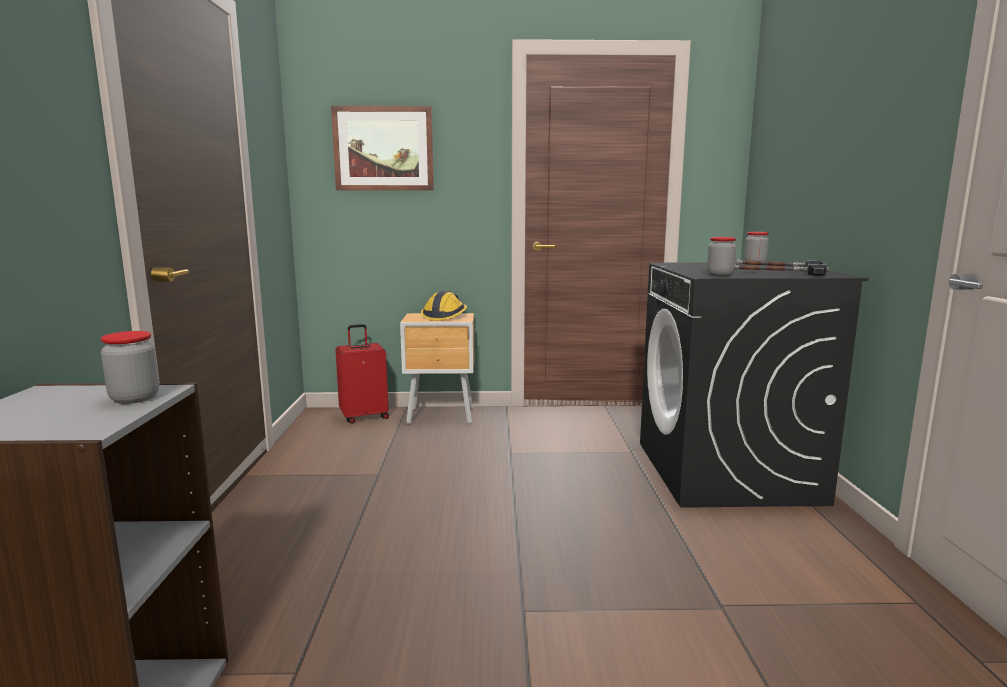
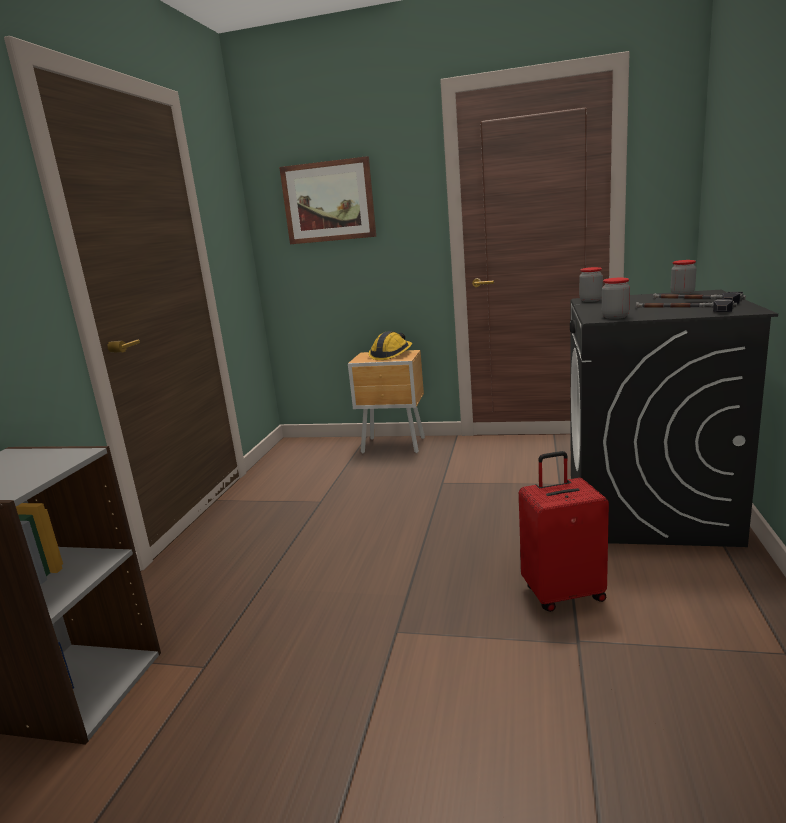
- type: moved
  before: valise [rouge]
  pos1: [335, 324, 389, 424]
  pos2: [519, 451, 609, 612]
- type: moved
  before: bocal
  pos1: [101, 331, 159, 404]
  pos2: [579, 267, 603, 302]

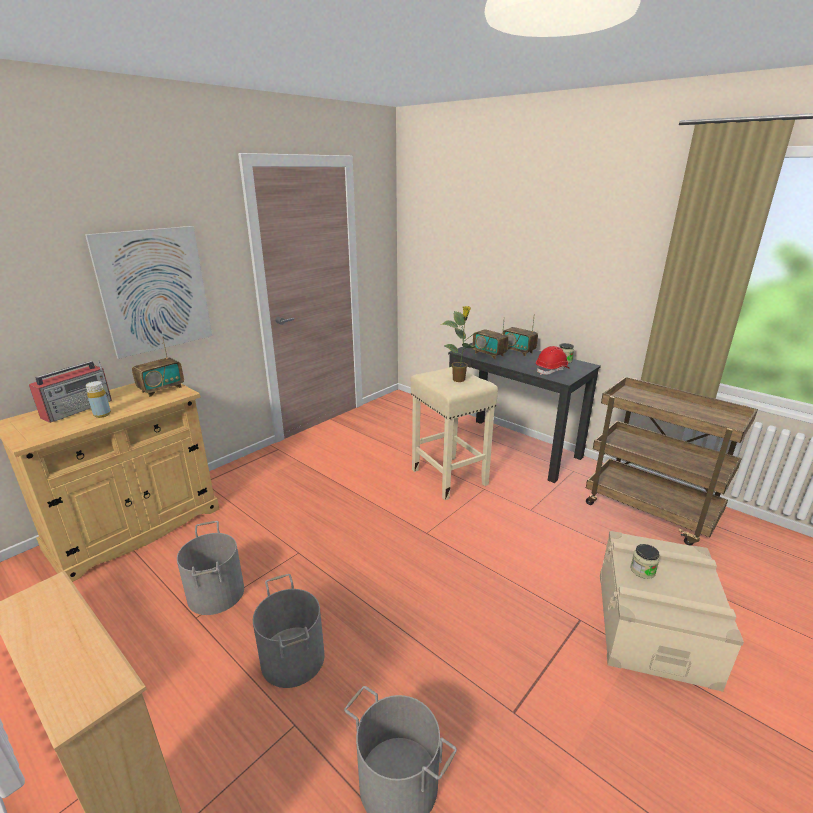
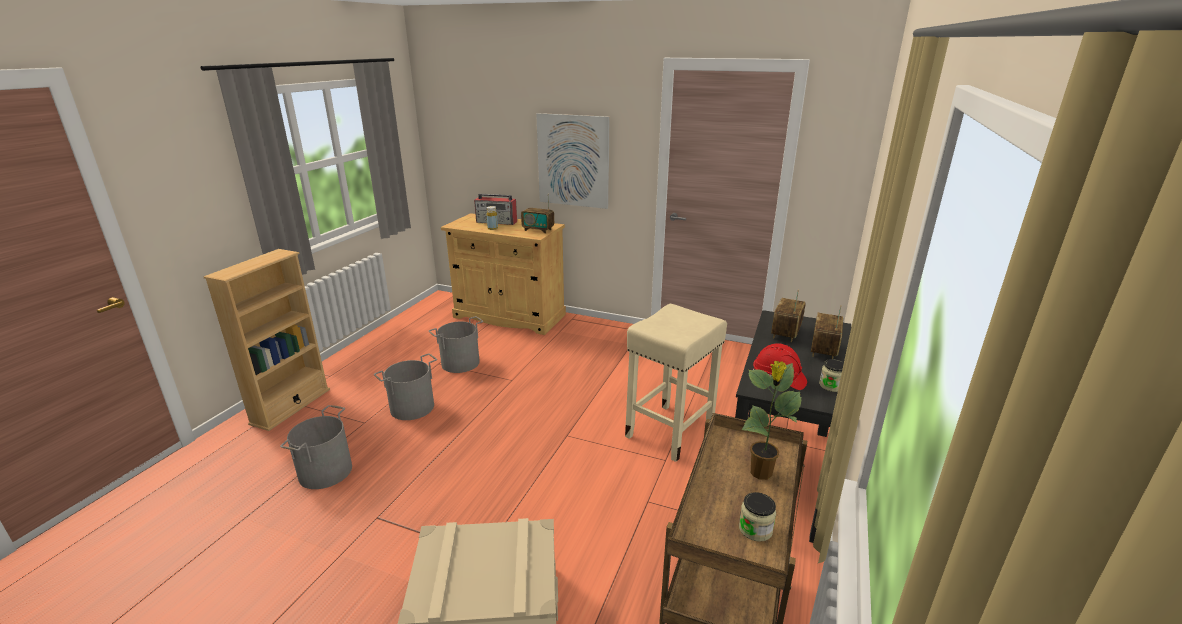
- type: moved
  before: bocal
  pos1: [630, 544, 660, 579]
  pos2: [739, 492, 776, 542]
- type: moved
  before: plante en pot
  pos1: [442, 306, 480, 382]
  pos2: [741, 361, 801, 480]

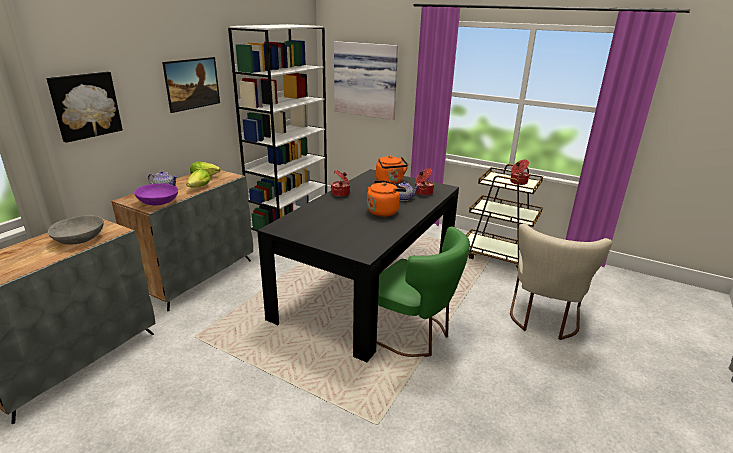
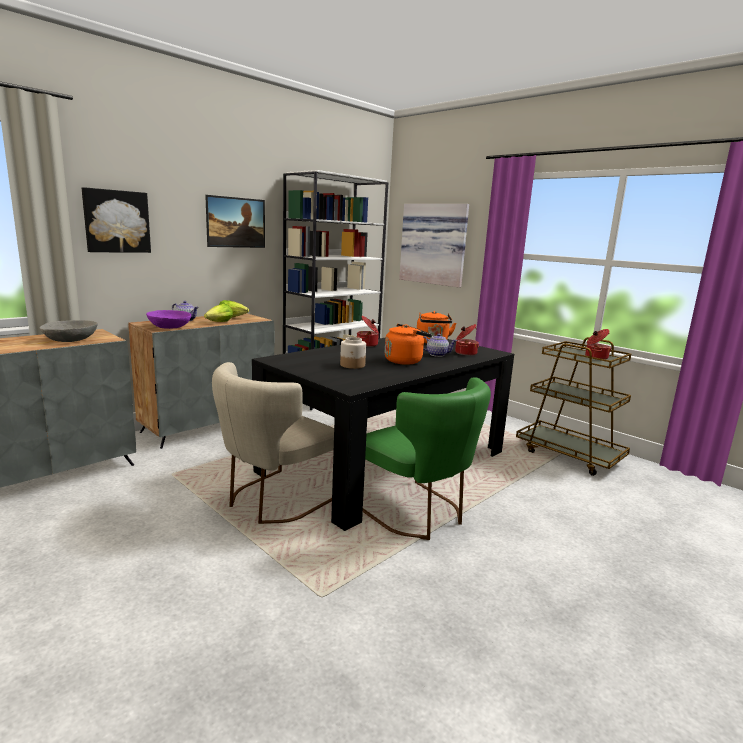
- type: moved
  before: chaise [beige]
  pos1: [510, 224, 612, 340]
  pos2: [212, 362, 334, 524]
- type: added
  after: bocal
  pos2: [340, 337, 366, 369]

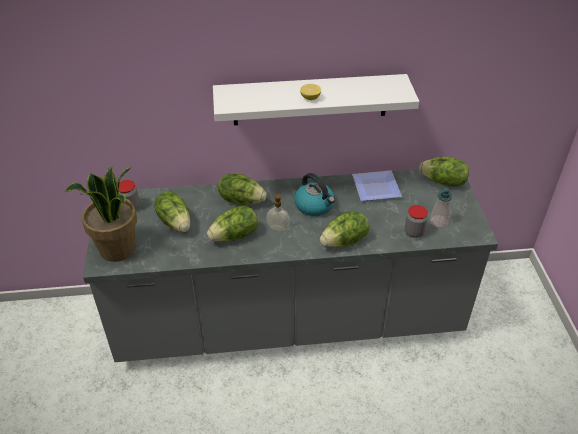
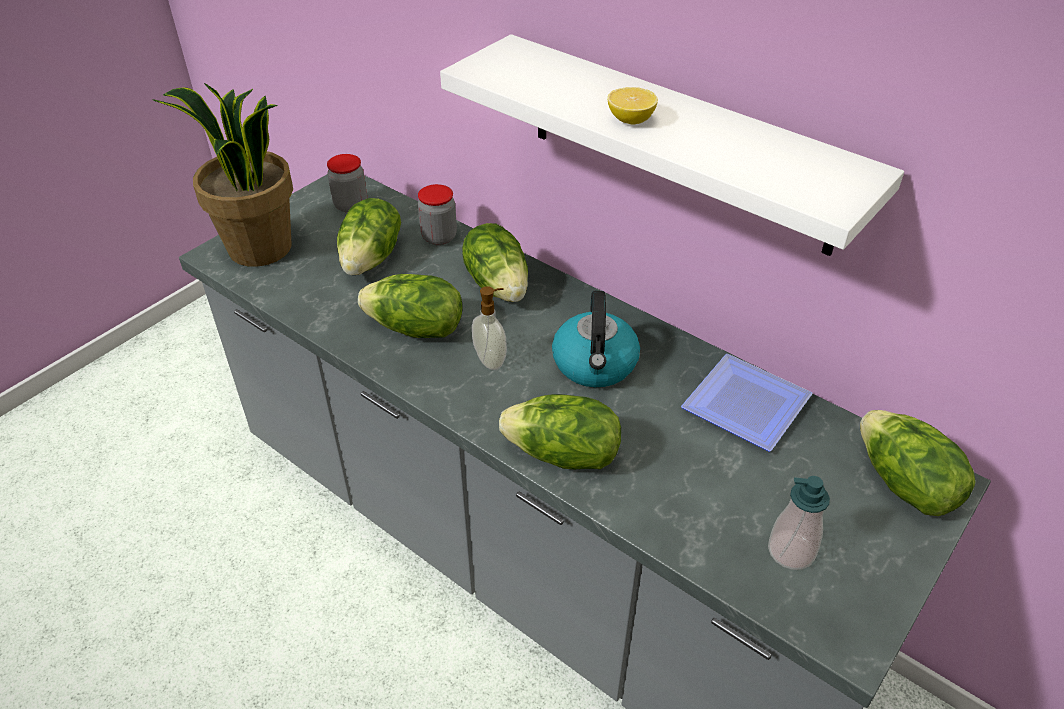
- type: moved
  before: bocal
  pos1: [405, 205, 428, 238]
  pos2: [418, 184, 457, 245]

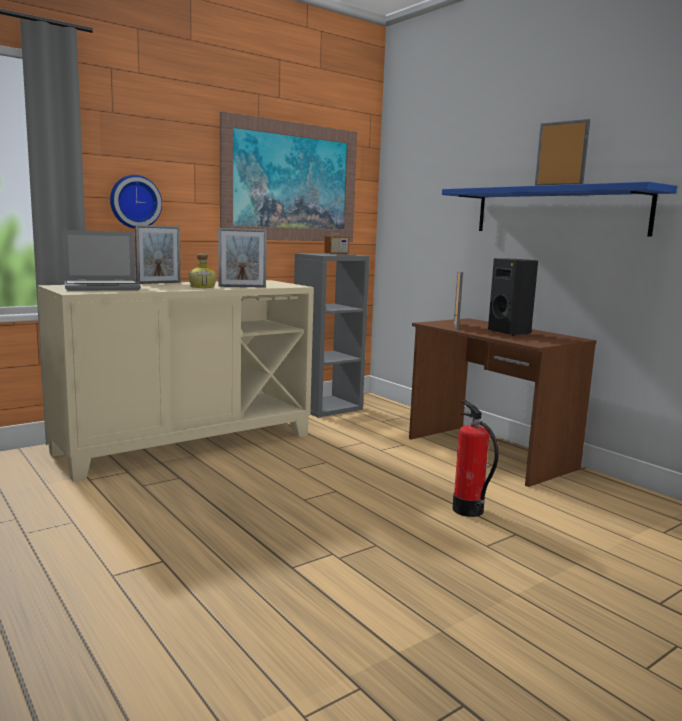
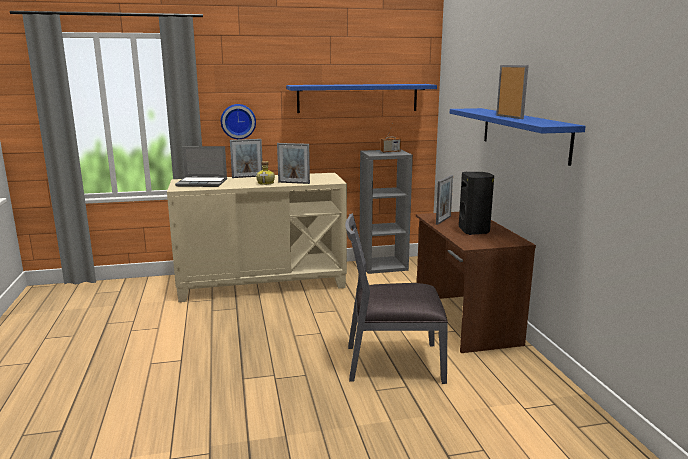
- type: replaced
  before: tableau
  after: étagère [bleu]
  pos1: [220, 111, 357, 242]
  pos2: [286, 84, 437, 113]
- type: replaced
  before: extincteur
  after: chaise [gris]
  pos1: [452, 400, 499, 517]
  pos2: [345, 213, 448, 384]

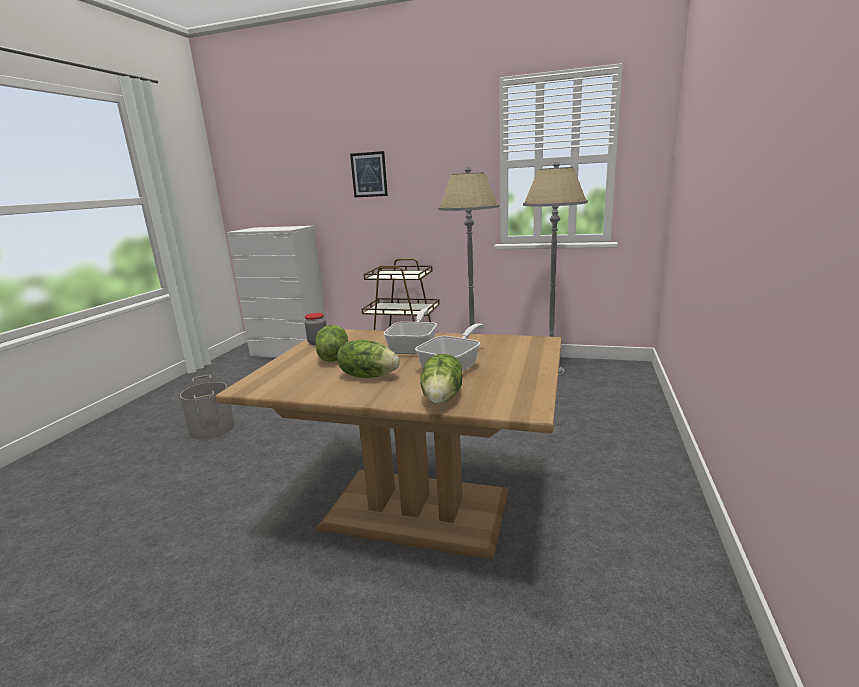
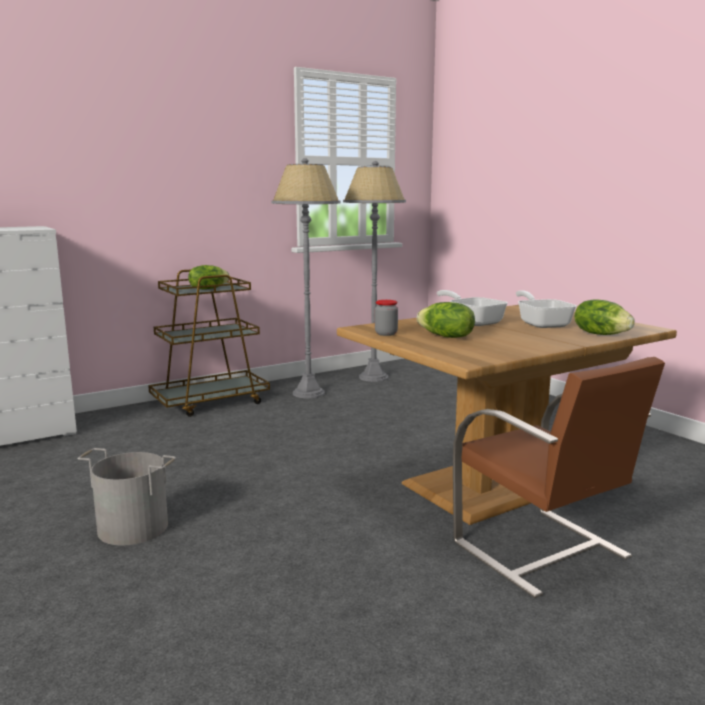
- type: moved
  before: laitue
  pos1: [337, 339, 400, 378]
  pos2: [188, 265, 230, 289]
- type: added
  after: chaise [marron]
  pos2: [453, 357, 665, 598]
- type: removed
  before: tableau
  pos1: [350, 151, 388, 198]

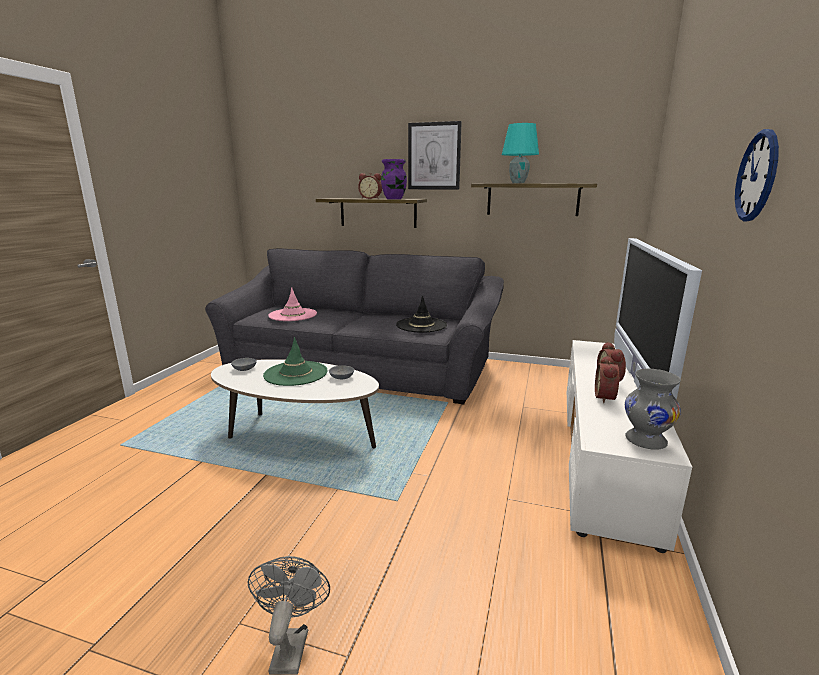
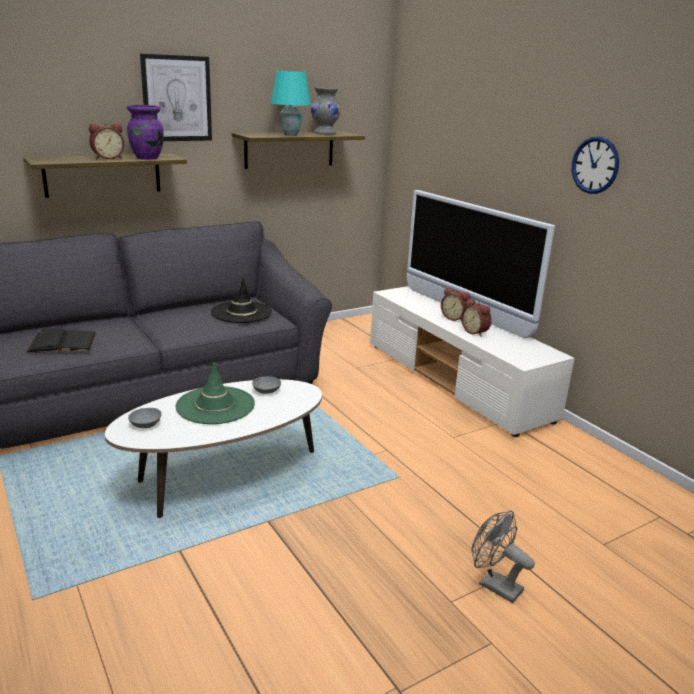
- type: replaced
  before: chapeau [rose]
  after: livre [noir]
  pos1: [268, 287, 317, 321]
  pos2: [26, 328, 96, 353]
- type: moved
  before: vase [gris]
  pos1: [625, 369, 681, 450]
  pos2: [311, 87, 341, 134]

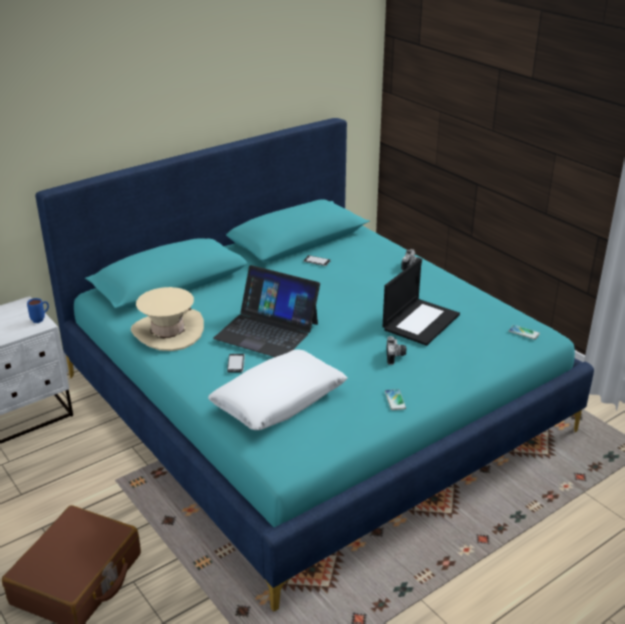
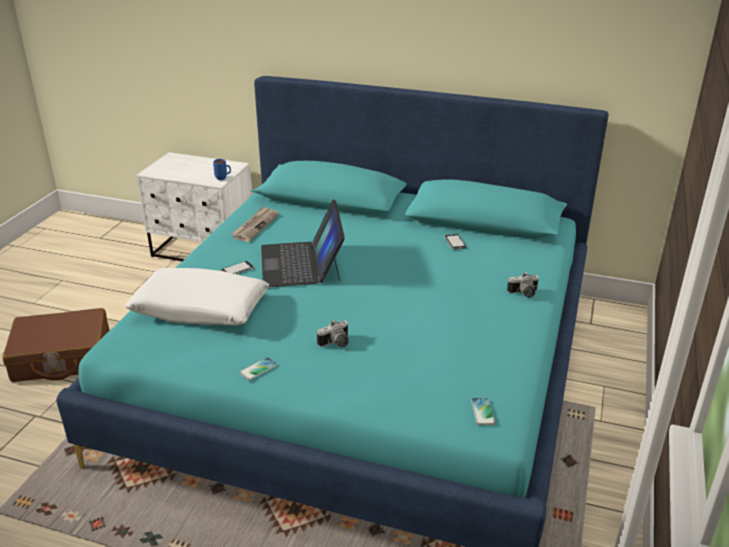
- type: replaced
  before: chapeau [beige]
  after: journal
  pos1: [131, 287, 204, 351]
  pos2: [231, 206, 279, 242]
- type: removed
  before: ordinateur portable
  pos1: [383, 258, 460, 346]

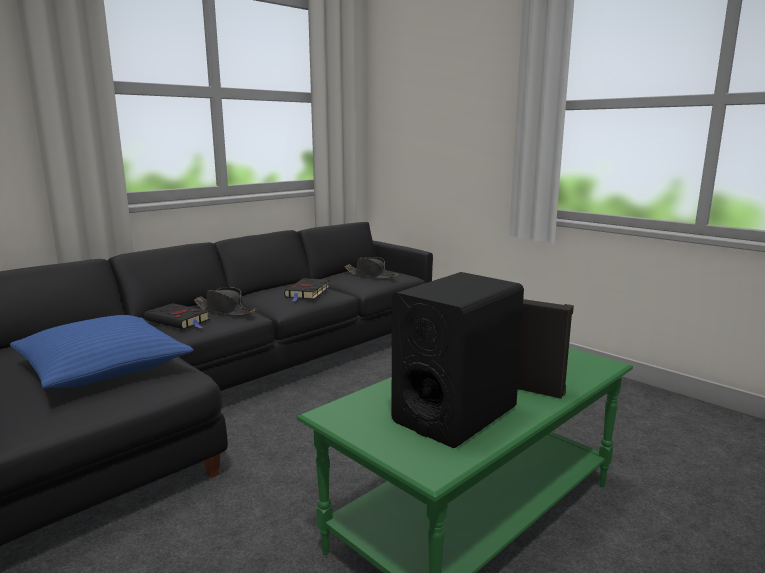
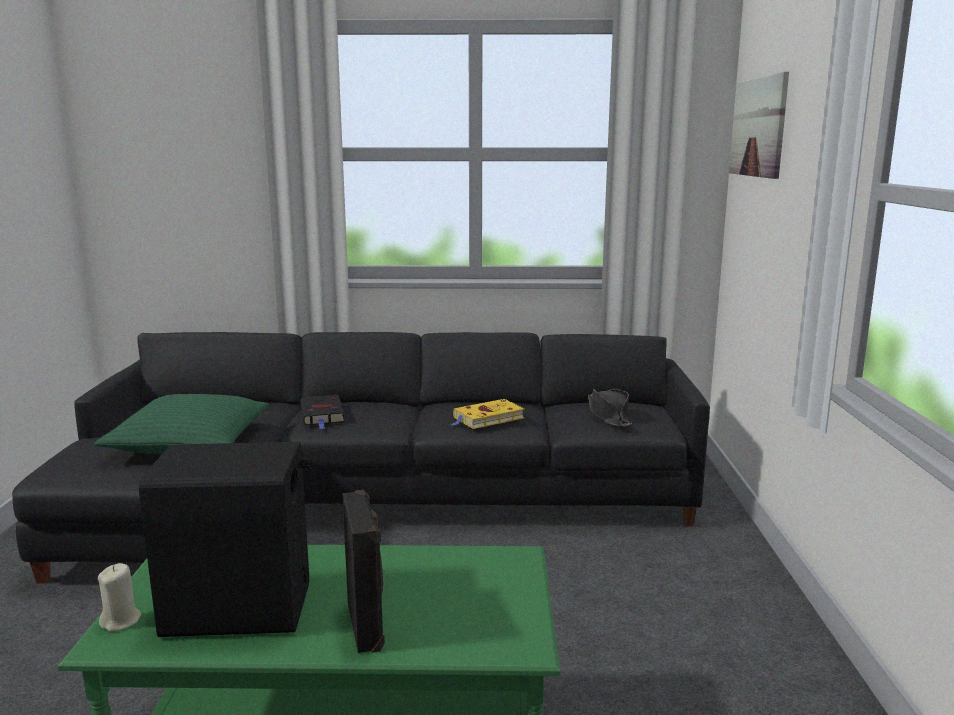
- type: recoloured
  before: coussin [bleu]
  after: coussin [vert]
  pos1: [10, 315, 194, 388]
  pos2: [94, 394, 269, 454]
- type: added
  after: bougie [beige]
  pos2: [98, 563, 141, 632]
- type: recoloured
  before: livre [noir]
  after: livre [jaune]
  pos1: [284, 278, 329, 301]
  pos2: [451, 399, 525, 429]
- type: added
  after: tableau
  pos2: [729, 71, 789, 179]
- type: removed
  before: chapeau [noir]
  pos1: [194, 287, 256, 315]

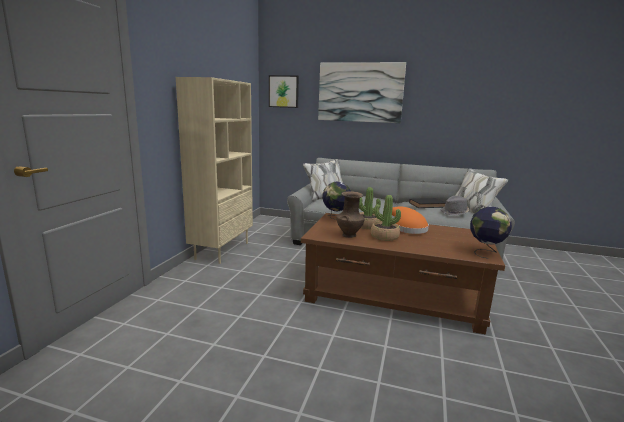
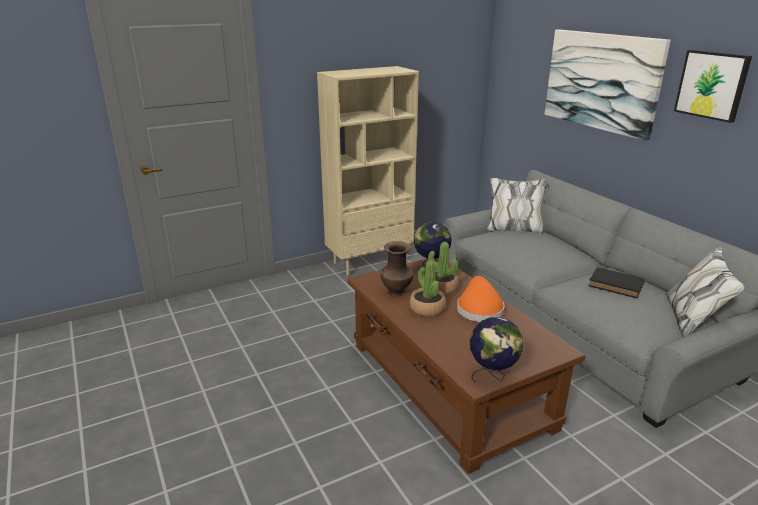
- type: moved
  before: tableau
  pos1: [269, 75, 299, 108]
  pos2: [674, 50, 752, 123]
- type: removed
  before: chapeau [gris]
  pos1: [441, 196, 469, 215]

